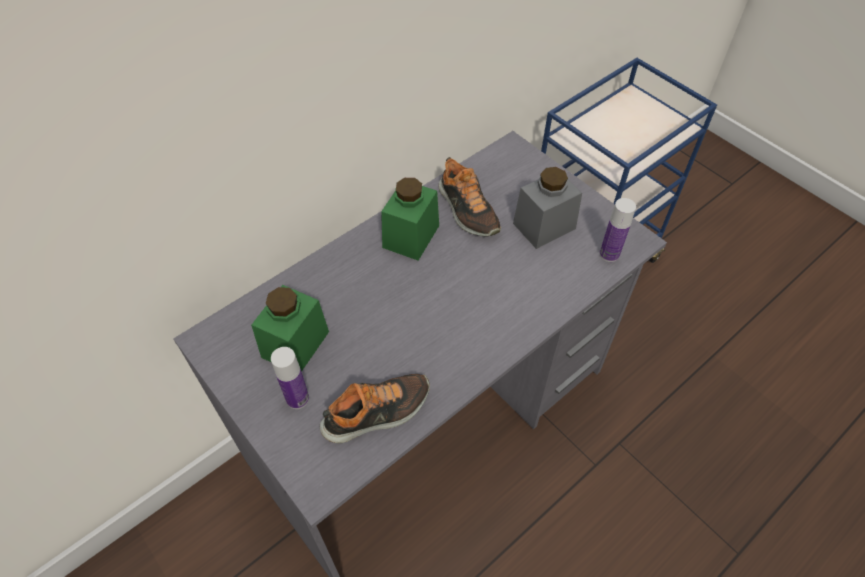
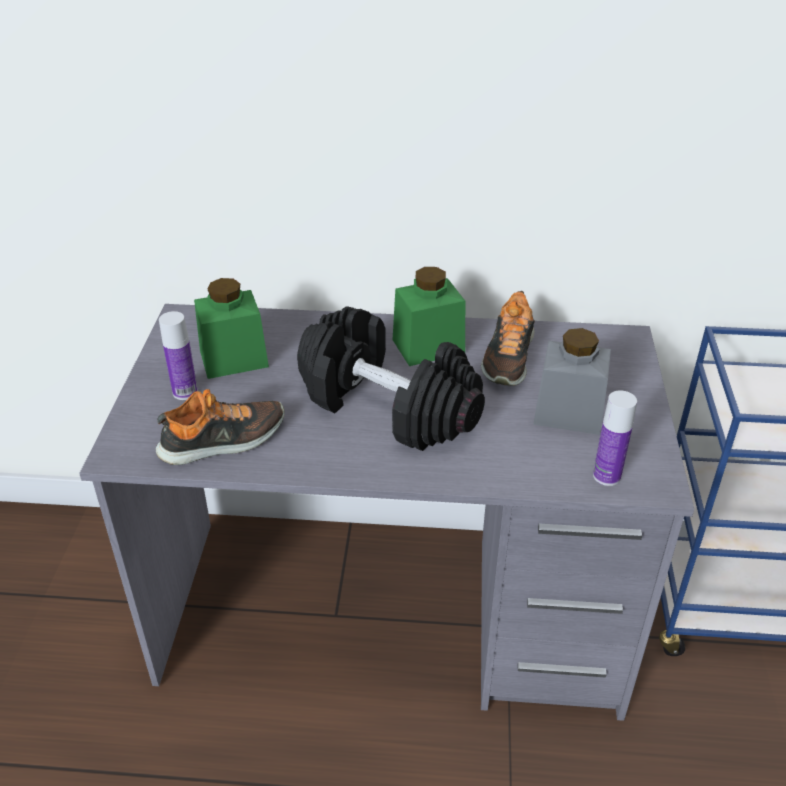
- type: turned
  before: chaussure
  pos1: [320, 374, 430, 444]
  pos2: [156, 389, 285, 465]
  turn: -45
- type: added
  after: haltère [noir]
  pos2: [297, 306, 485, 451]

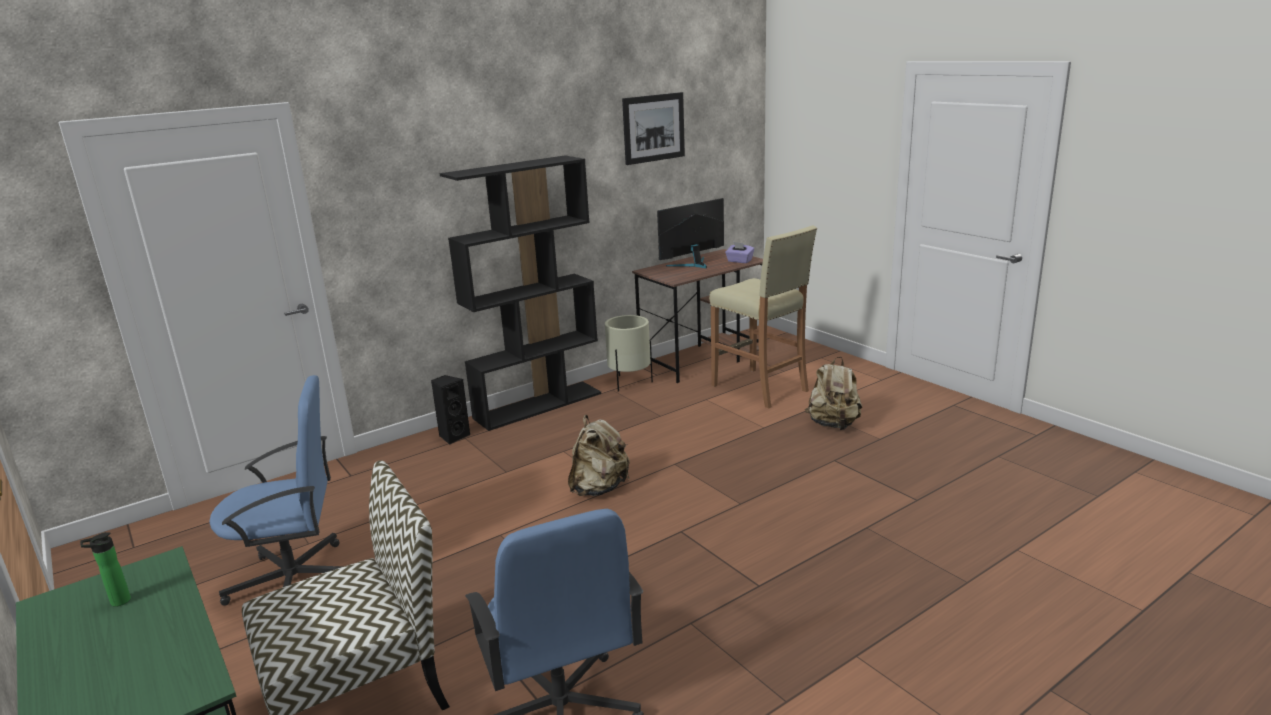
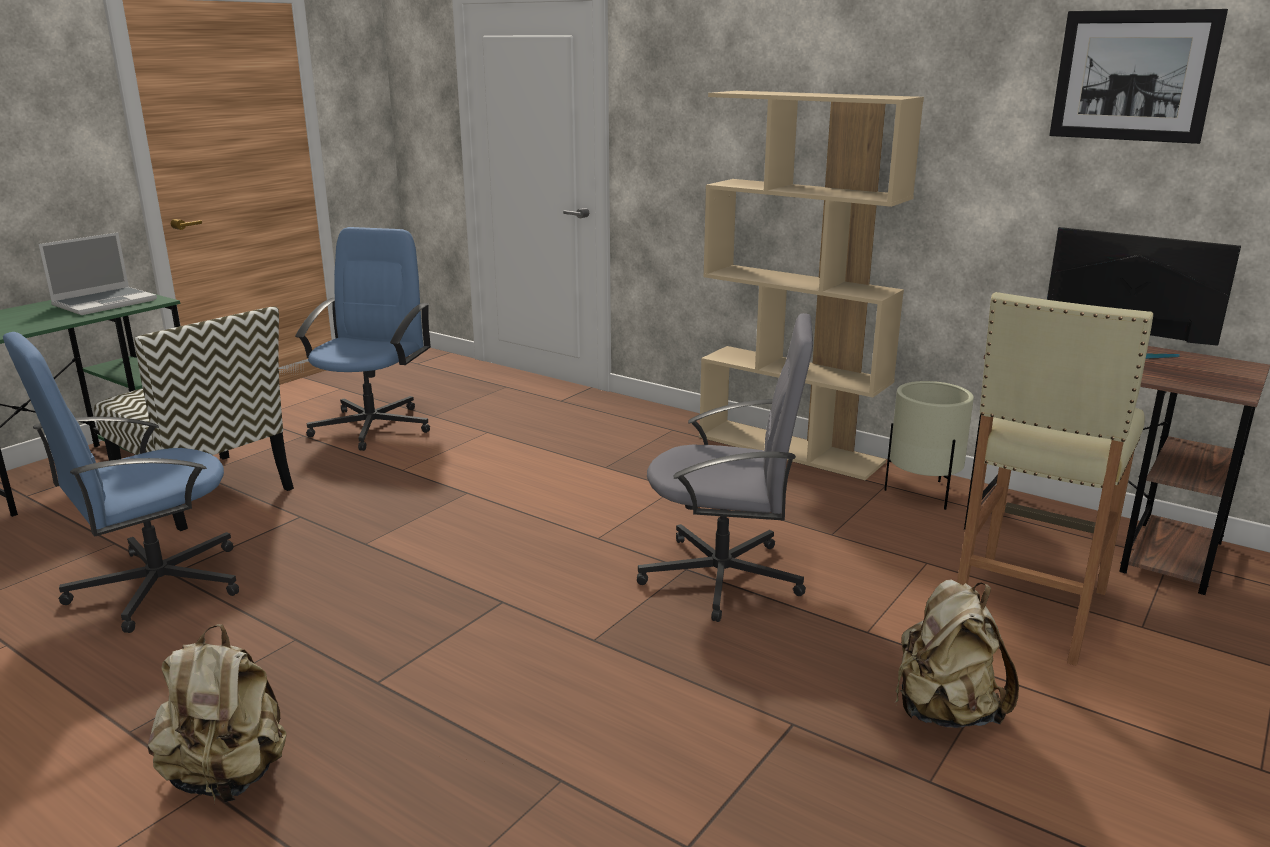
- type: replaced
  before: bouteille
  after: ordinateur portable
  pos1: [80, 532, 131, 607]
  pos2: [38, 232, 157, 315]
- type: moved
  before: sac à dos [beige]
  pos1: [568, 415, 630, 496]
  pos2: [148, 624, 286, 802]
- type: turned
  before: chaise de bureau [bleu]
  pos1: [209, 375, 343, 606]
  pos2: [295, 227, 431, 451]
  turn: -135
- type: added
  after: chaise de bureau [gris]
  pos2: [637, 313, 813, 622]
- type: recoloured
  before: bibliothèque [noir]
  after: bibliothèque [beige]
  pos1: [440, 155, 601, 431]
  pos2: [699, 91, 924, 480]
- type: removed
  before: enceinte [noir]
  pos1: [431, 375, 471, 445]
- type: removed
  before: boîte à mouchoirs [violet]
  pos1: [725, 242, 754, 263]

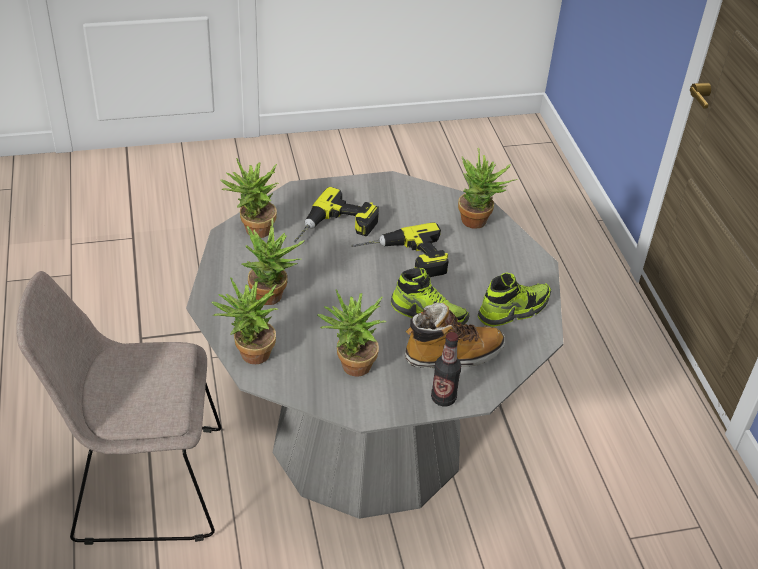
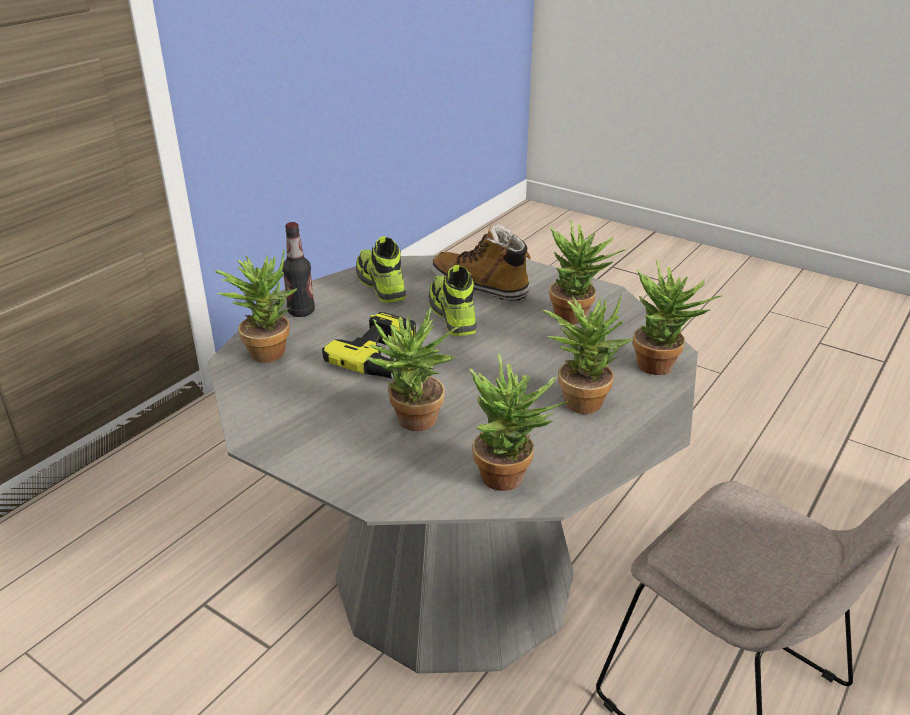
- type: moved
  before: bouteille
  pos1: [431, 332, 461, 406]
  pos2: [282, 222, 315, 317]
- type: turned
  before: chaussure
  pos1: [478, 273, 551, 327]
  pos2: [356, 237, 406, 303]
  turn: 45
- type: replaced
  before: perceuse
  after: plante en pot
  pos1: [294, 187, 379, 243]
  pos2: [366, 307, 459, 431]

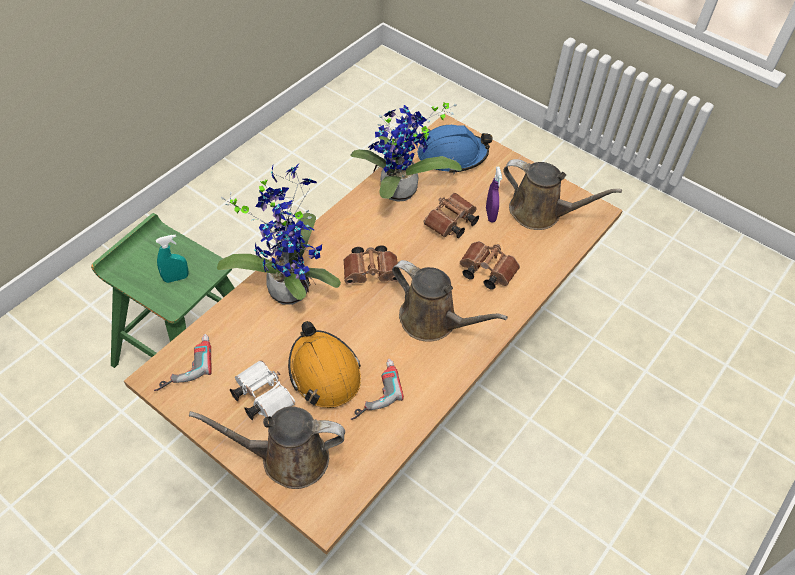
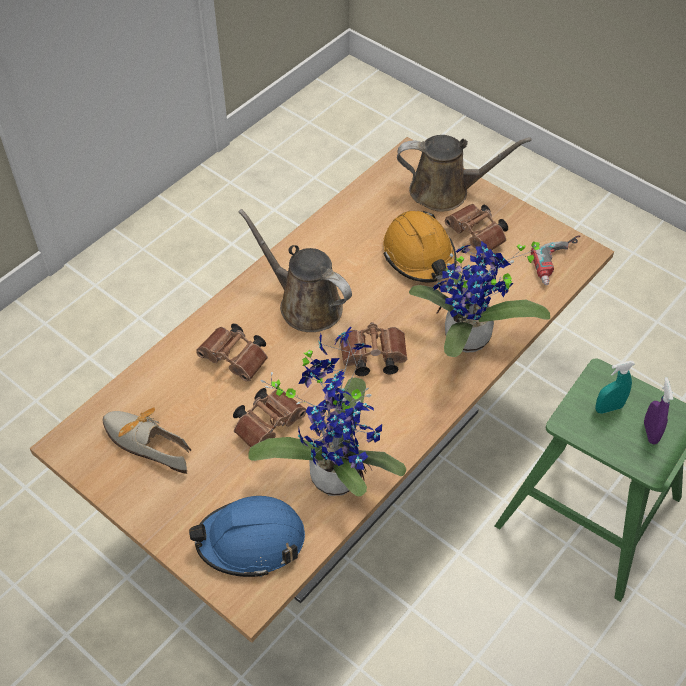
- type: replaced
  before: arrosoir [marron]
  after: chaussure
  pos1: [503, 159, 622, 230]
  pos2: [103, 407, 191, 474]
- type: recoloured
  before: jumelles [blanc]
  after: jumelles [marron]
  pos1: [230, 360, 295, 421]
  pos2: [445, 204, 508, 255]
- type: moved
  before: vaporisateur [violet]
  pos1: [486, 167, 502, 222]
  pos2: [644, 377, 673, 444]
- type: removed
  before: perceuse
  pos1: [351, 359, 404, 420]

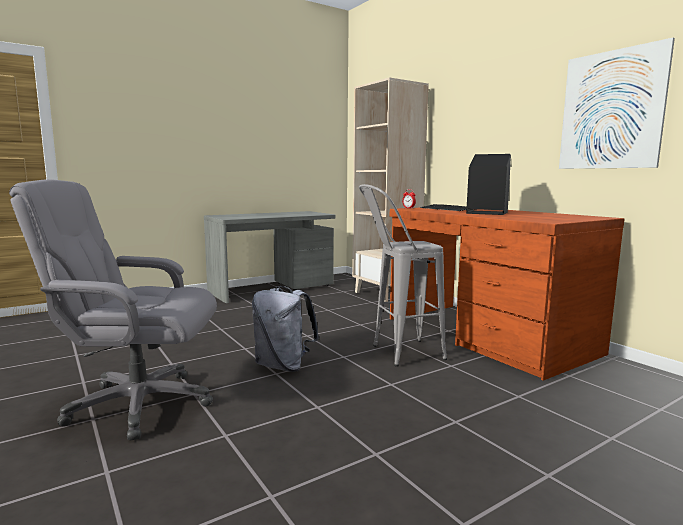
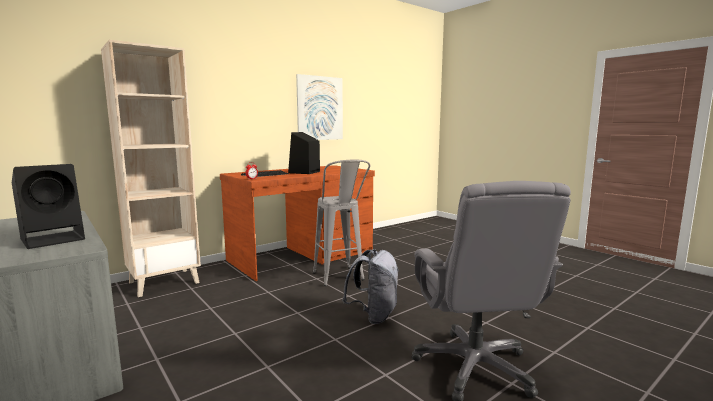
- type: added
  after: enceinte [noir]
  pos2: [12, 164, 85, 249]

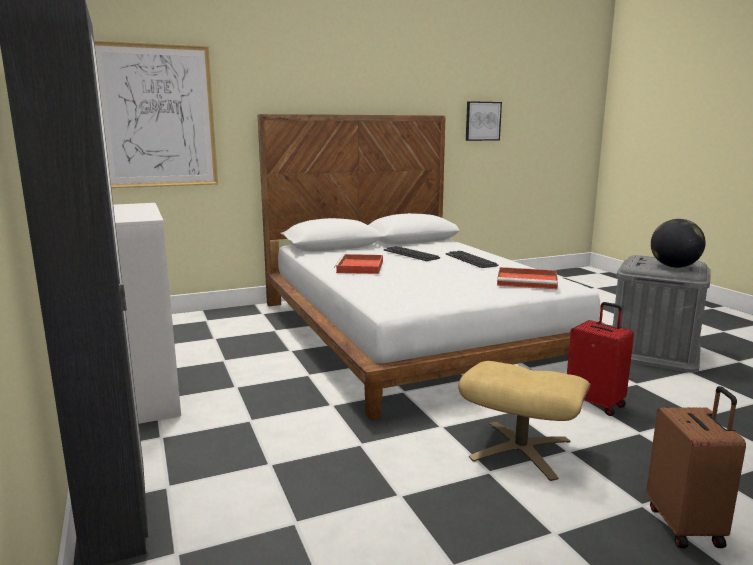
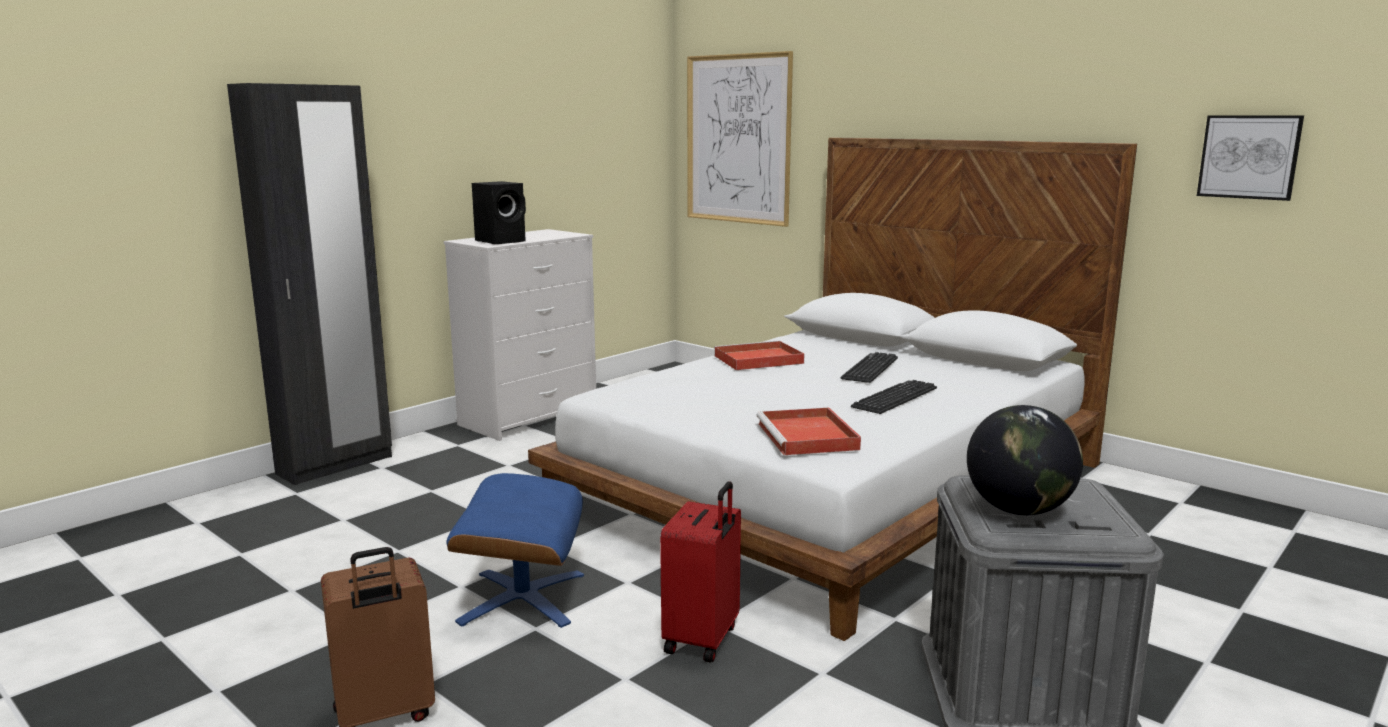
- type: recoloured
  before: pouf [beige]
  after: pouf [bleu]
  pos1: [458, 361, 591, 481]
  pos2: [446, 473, 584, 628]
- type: added
  after: enceinte [noir]
  pos2: [472, 181, 526, 244]

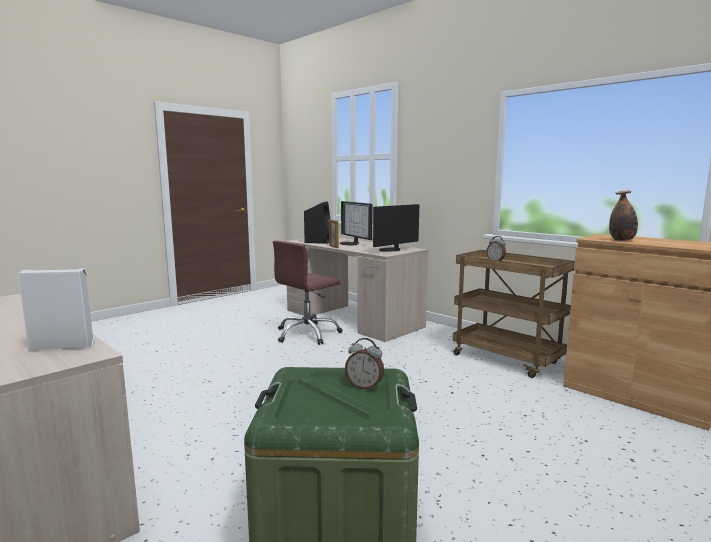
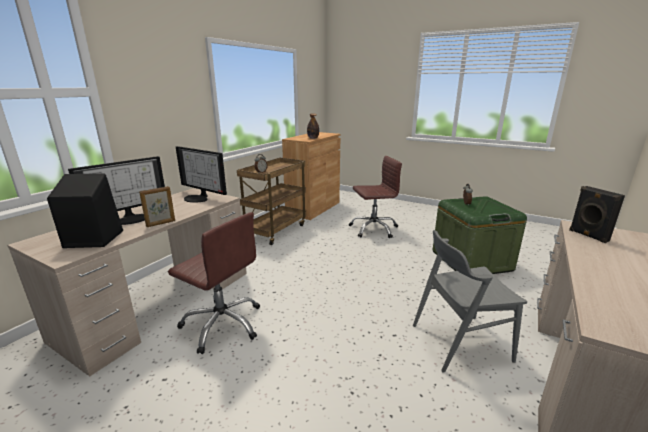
- type: added
  after: chaise de bureau [marron]
  pos2: [349, 156, 402, 238]
- type: added
  after: chaise [gris]
  pos2: [413, 230, 527, 373]
- type: recoloured
  before: enceinte [blanc]
  after: enceinte [noir]
  pos1: [18, 268, 95, 350]
  pos2: [569, 186, 625, 243]

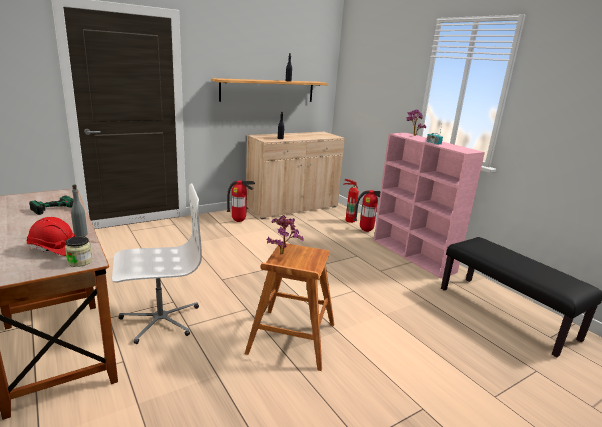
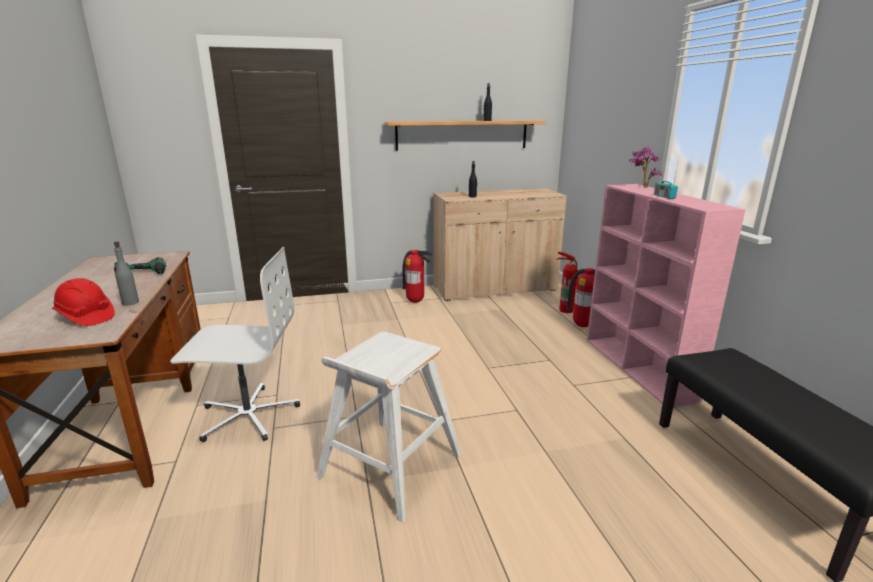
- type: recoloured
  before: tabouret [marron]
  after: tabouret [blanc]
  pos1: [245, 243, 334, 371]
  pos2: [316, 332, 461, 522]
- type: removed
  before: bocal
  pos1: [65, 236, 92, 267]
- type: removed
  before: plante en pot
  pos1: [267, 215, 304, 255]

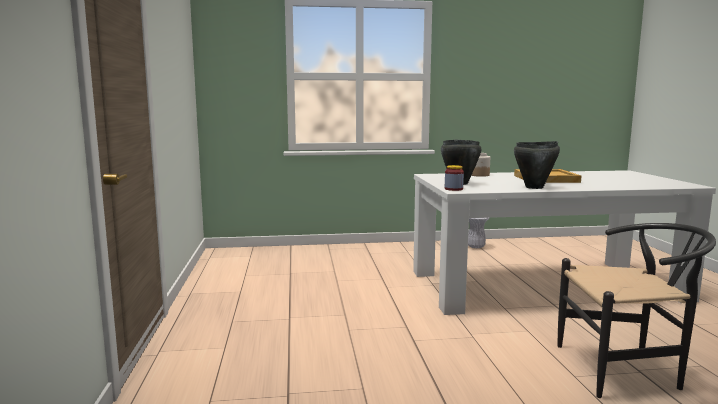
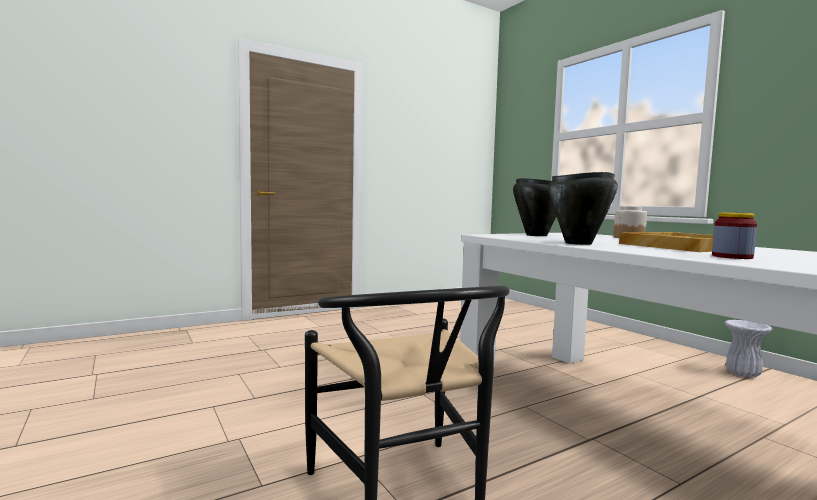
- type: moved
  before: bocal
  pos1: [445, 165, 464, 191]
  pos2: [712, 213, 757, 259]

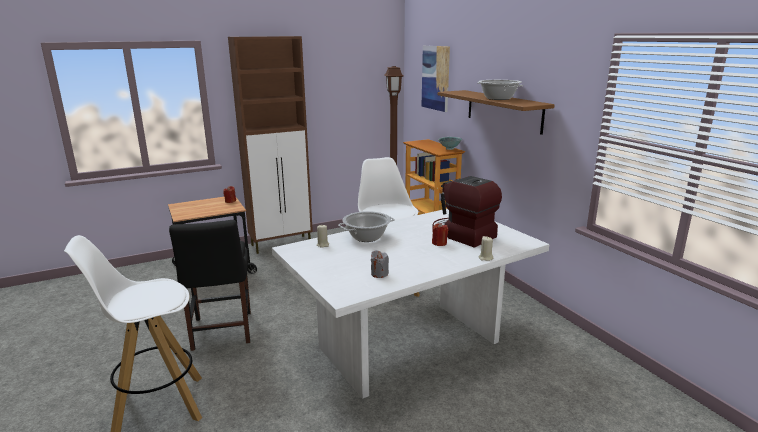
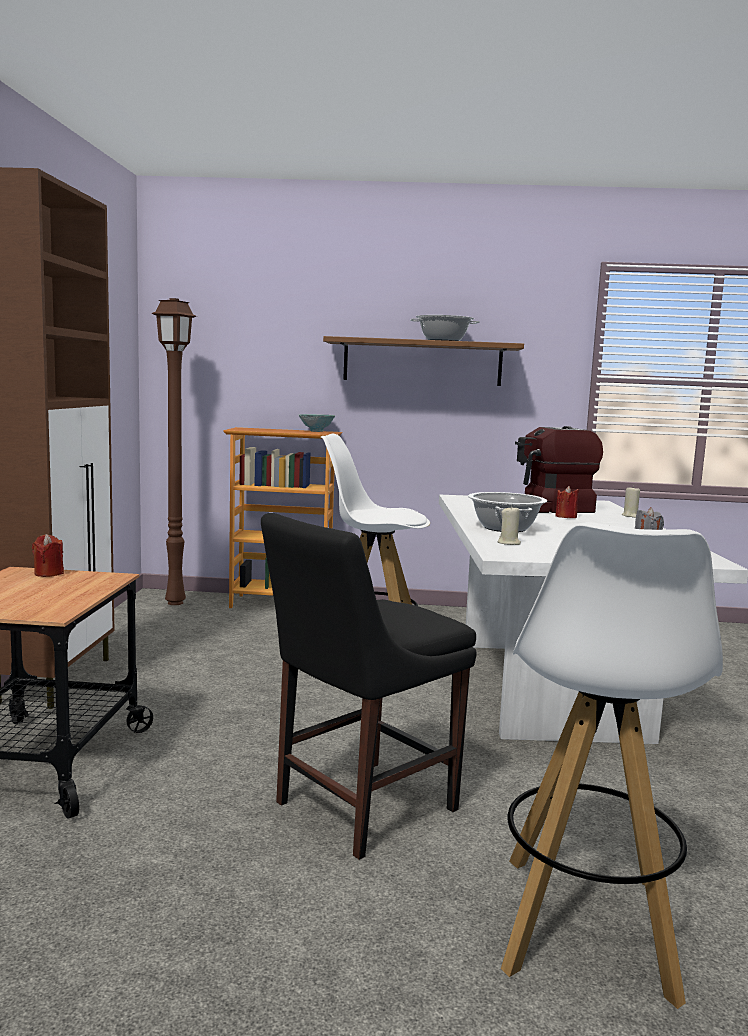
- type: turned
  before: chaise [noir]
  pos1: [169, 220, 251, 351]
  pos2: [261, 513, 477, 860]
  turn: 120
- type: removed
  before: tableau
  pos1: [421, 46, 450, 112]

